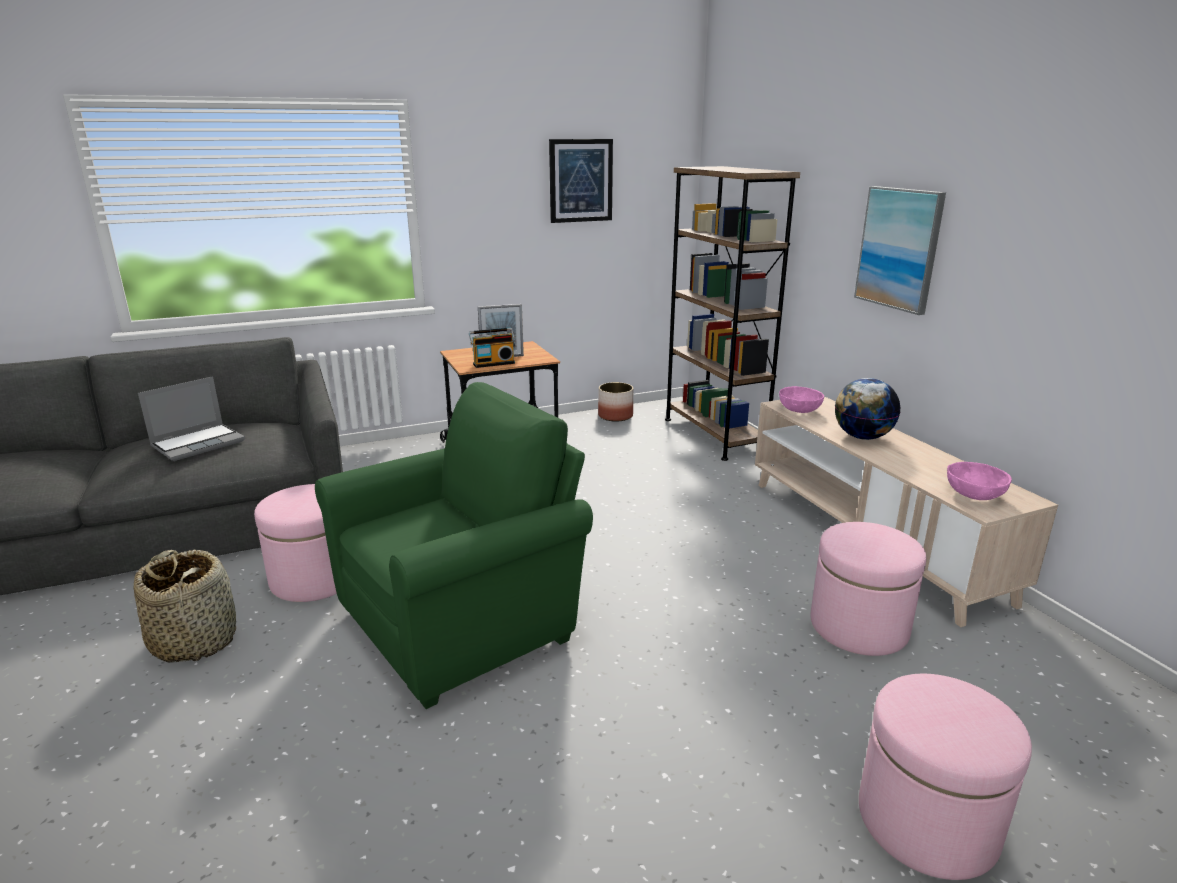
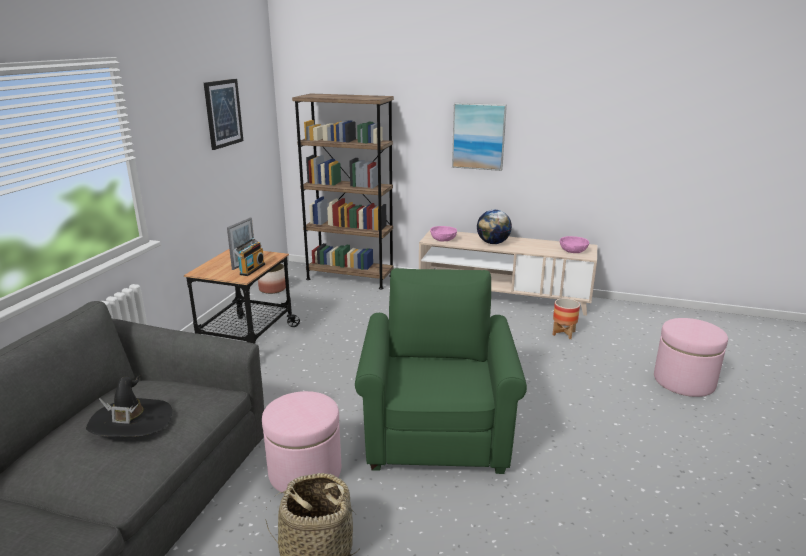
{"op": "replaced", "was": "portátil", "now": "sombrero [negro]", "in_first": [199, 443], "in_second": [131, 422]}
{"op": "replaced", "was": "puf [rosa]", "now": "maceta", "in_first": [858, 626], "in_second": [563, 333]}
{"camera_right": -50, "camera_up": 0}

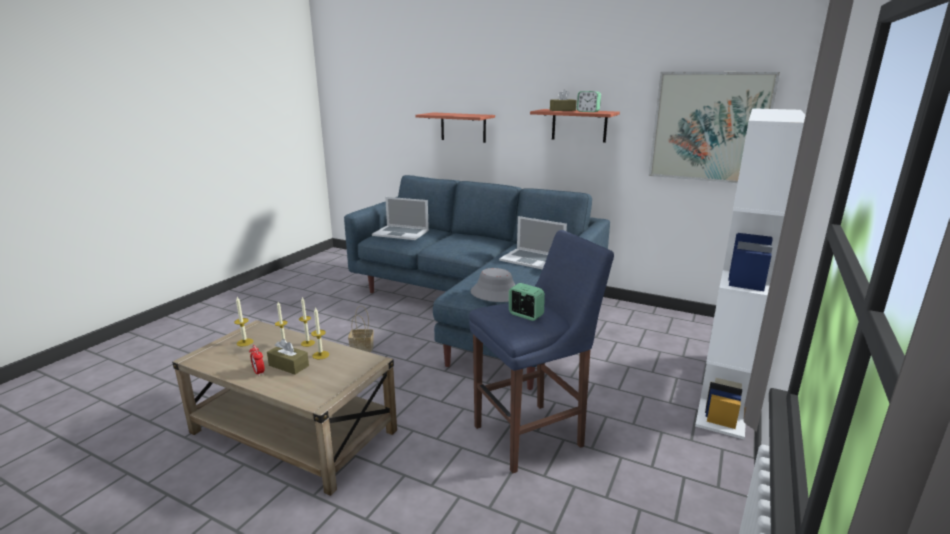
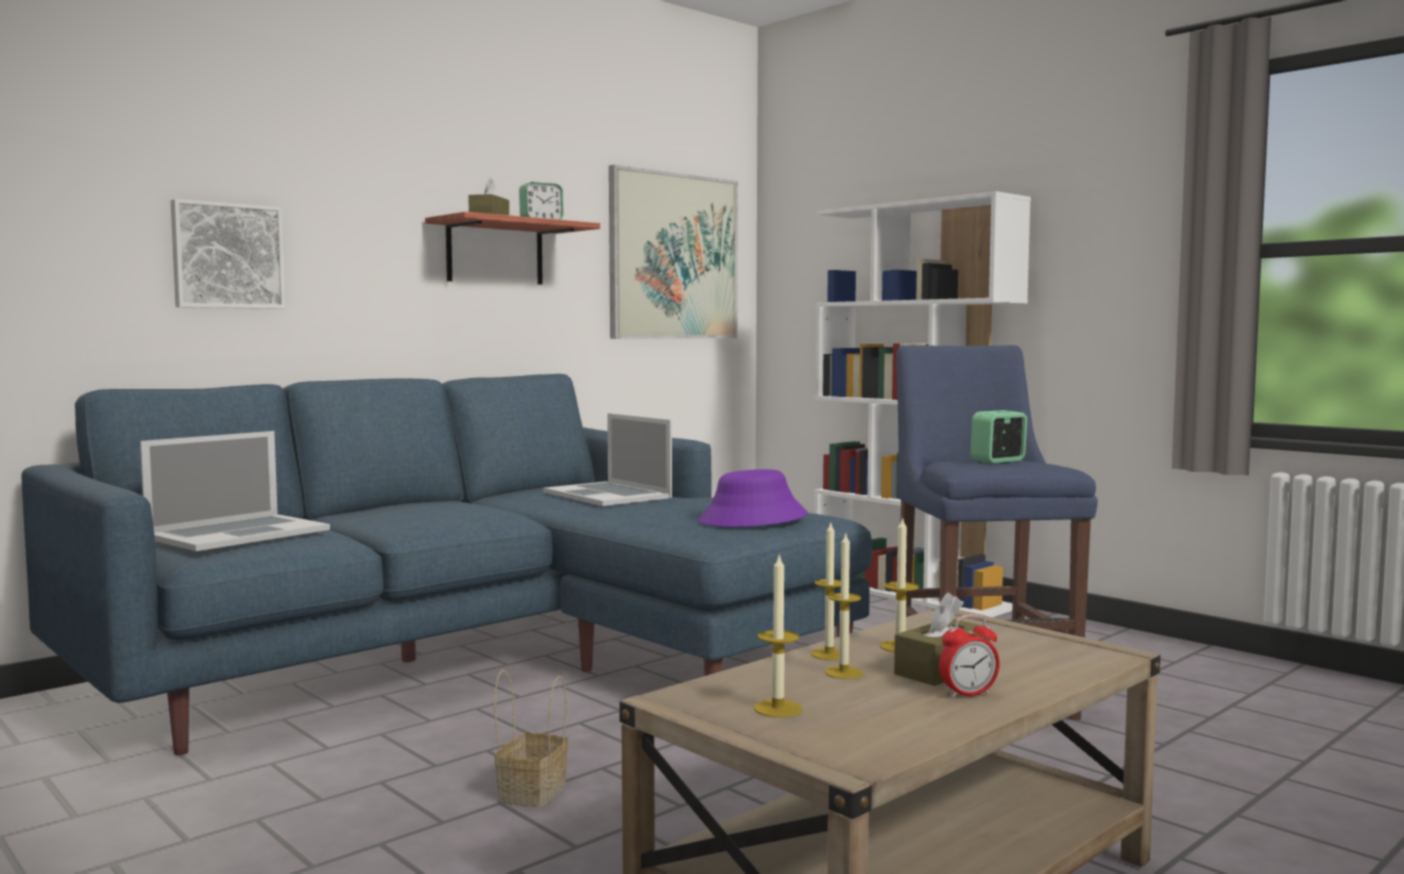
{"op": "replaced", "was": "estante", "now": "cuadro", "in_first": [463, 127], "in_second": [227, 256]}
{"op": "recoloured", "was": "sombrero [gris]", "now": "sombrero [morado]", "in_first": [496, 294], "in_second": [753, 519]}
{"op": "turned", "was": "portátil", "in_first": [532, 259], "in_second": [608, 495], "clockwise": 90}
{"camera_right": -70, "camera_up": -15}

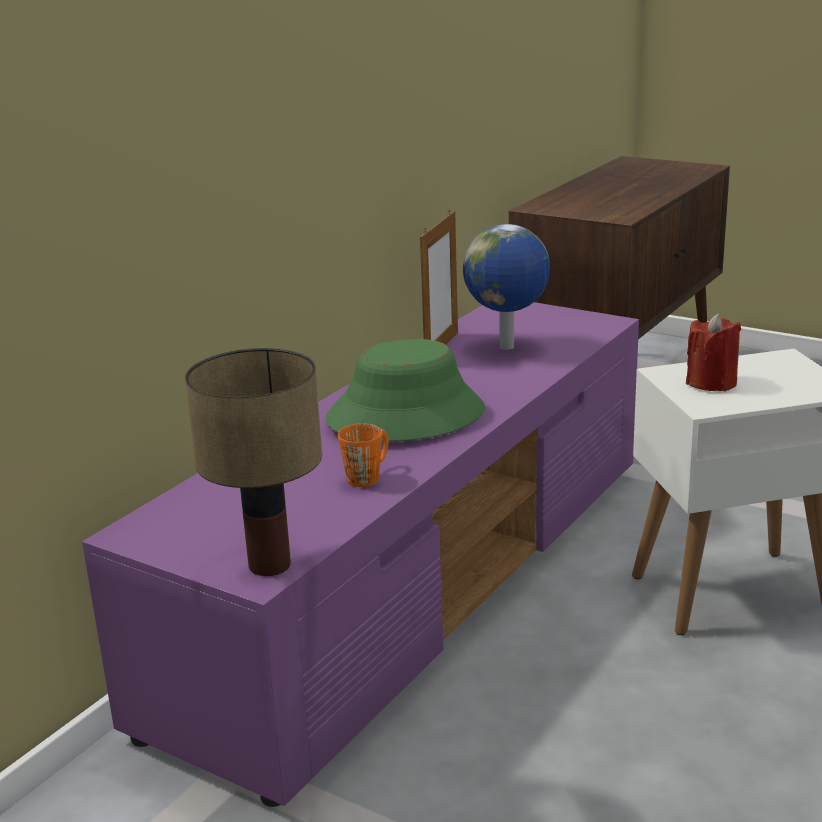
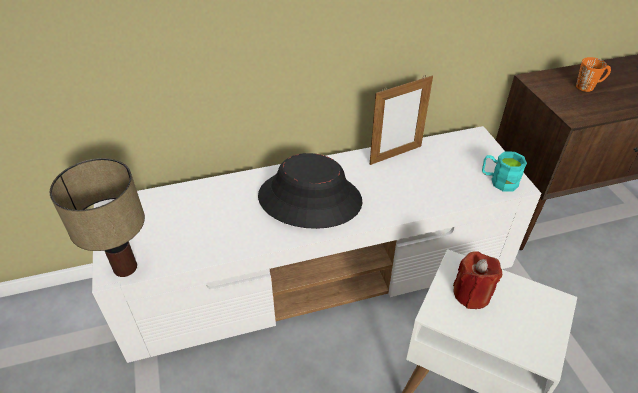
{"op": "recoloured", "was": "mueble de televisión [morado]", "now": "mueble de televisión [blanco]", "in_first": [418, 583], "in_second": [321, 272]}
{"op": "recoloured", "was": "sombrero [verde]", "now": "sombrero [negro]", "in_first": [405, 415], "in_second": [310, 199]}
{"op": "moved", "was": "taza grande [naranja]", "in_first": [369, 475], "in_second": [589, 86]}
{"op": "removed", "was": "globo terráqueo", "in_first": [508, 347]}
{"op": "added", "now": "taza grande [turquesa]", "in_second": [498, 181]}
{"camera_right": 40, "camera_up": 20}

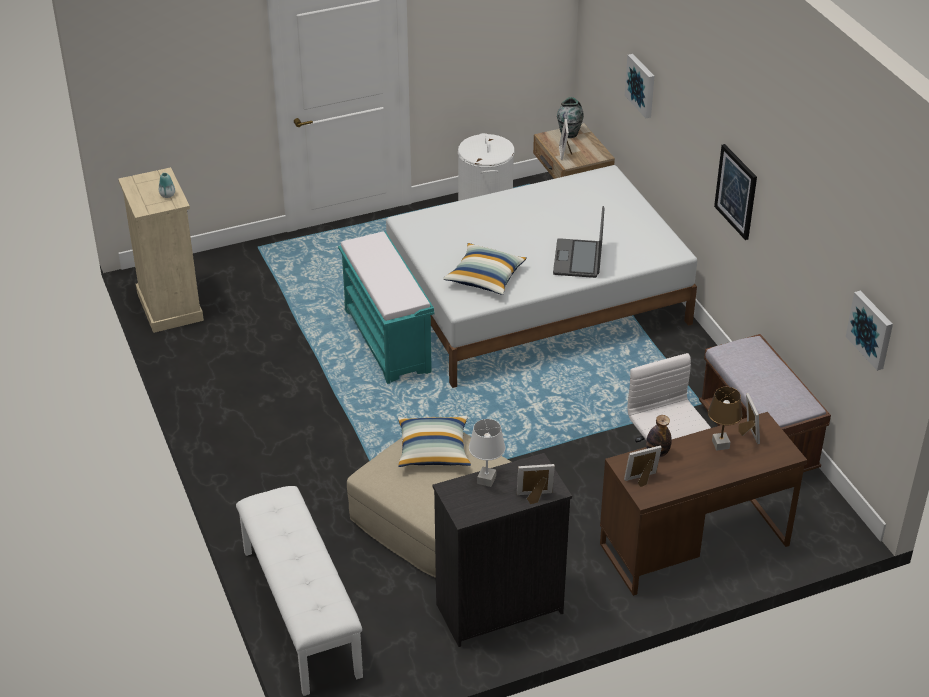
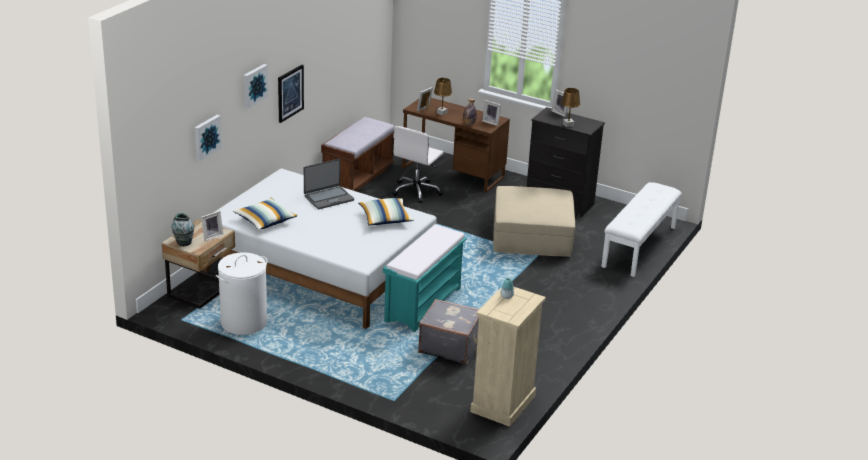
{"op": "moved", "was": "cojín", "in_first": [433, 451], "in_second": [265, 221]}
{"op": "recoloured", "was": "lámpara de mesa [blanco]", "now": "lámpara de mesa [marrón]", "in_first": [486, 480], "in_second": [568, 125]}
{"op": "moved", "was": "cuadro", "in_first": [871, 329], "in_second": [254, 85]}
{"op": "added", "now": "maleta [gris]", "in_second": [449, 346]}
{"camera_right": -130, "camera_up": -10}

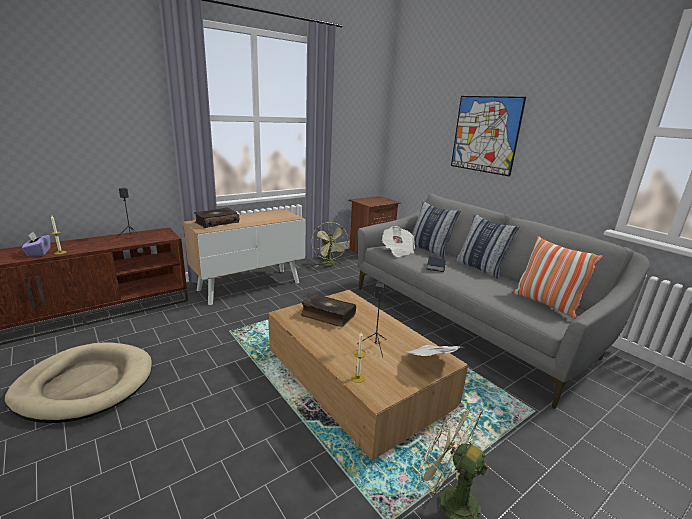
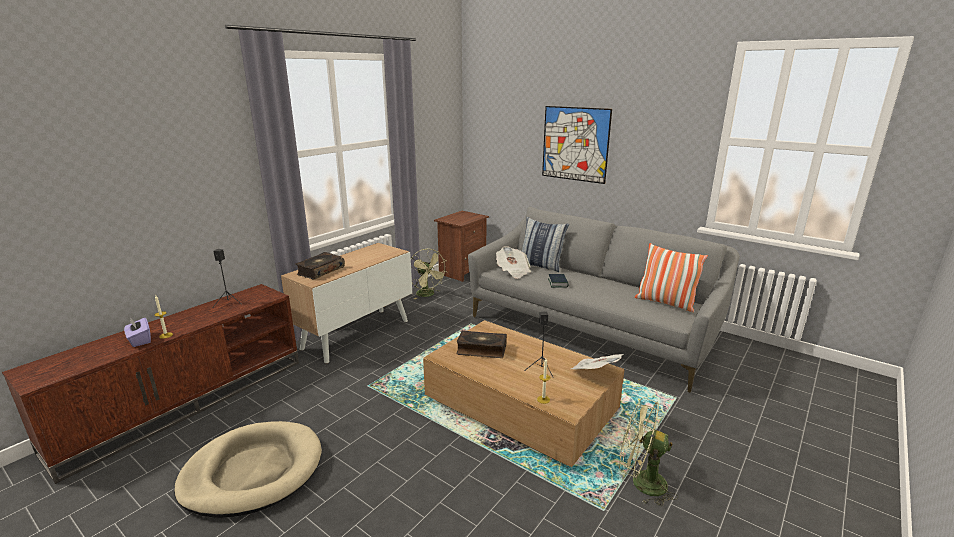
{"op": "removed", "was": "cojín", "in_first": [480, 268]}
{"camera_right": -15, "camera_up": 0}

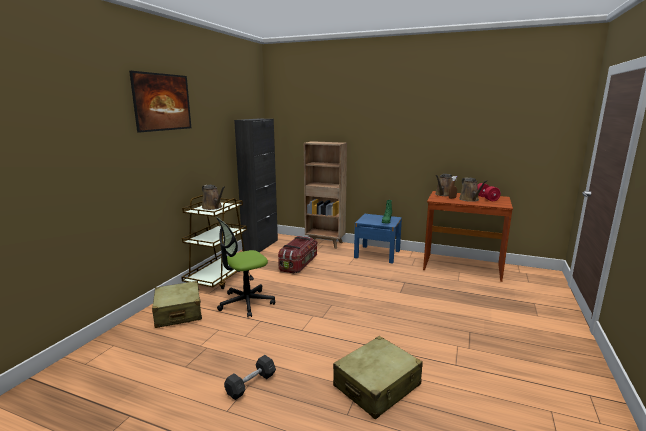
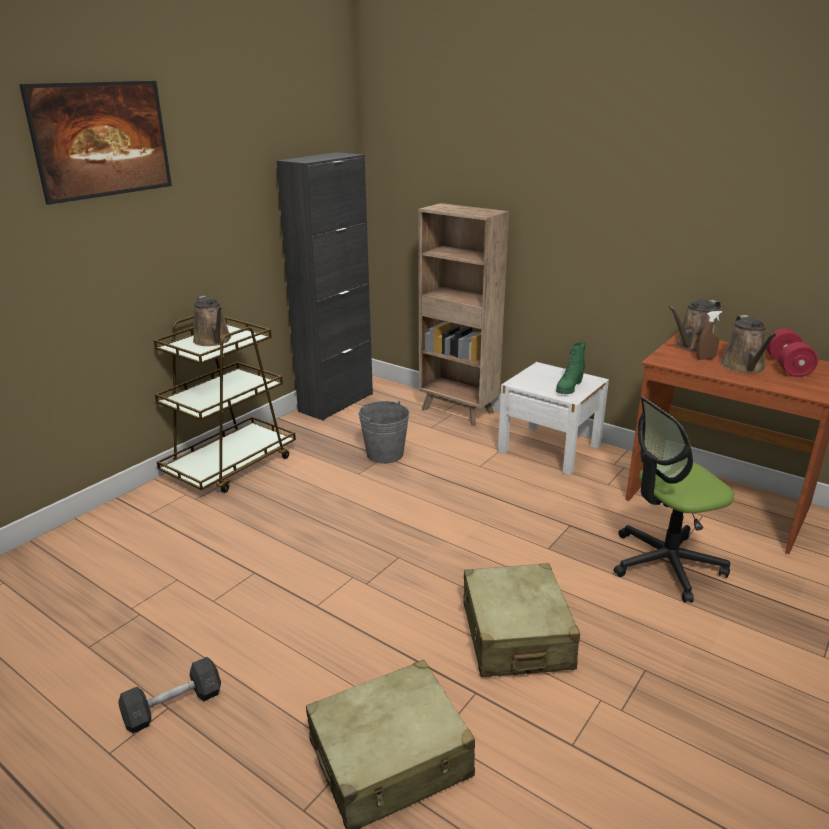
{"op": "moved", "was": "maleta [beis]", "in_first": [178, 313], "in_second": [516, 636]}
{"op": "moved", "was": "silla de oficina", "in_first": [246, 303], "in_second": [665, 564]}
{"op": "replaced", "was": "caja de almacenaje", "now": "cubo [gris]", "in_first": [299, 264], "in_second": [385, 454]}
{"op": "recoloured", "was": "mesita de noche [azul]", "now": "mesita de noche [blanco]", "in_first": [377, 254], "in_second": [549, 449]}
{"camera_right": 15, "camera_up": 10}

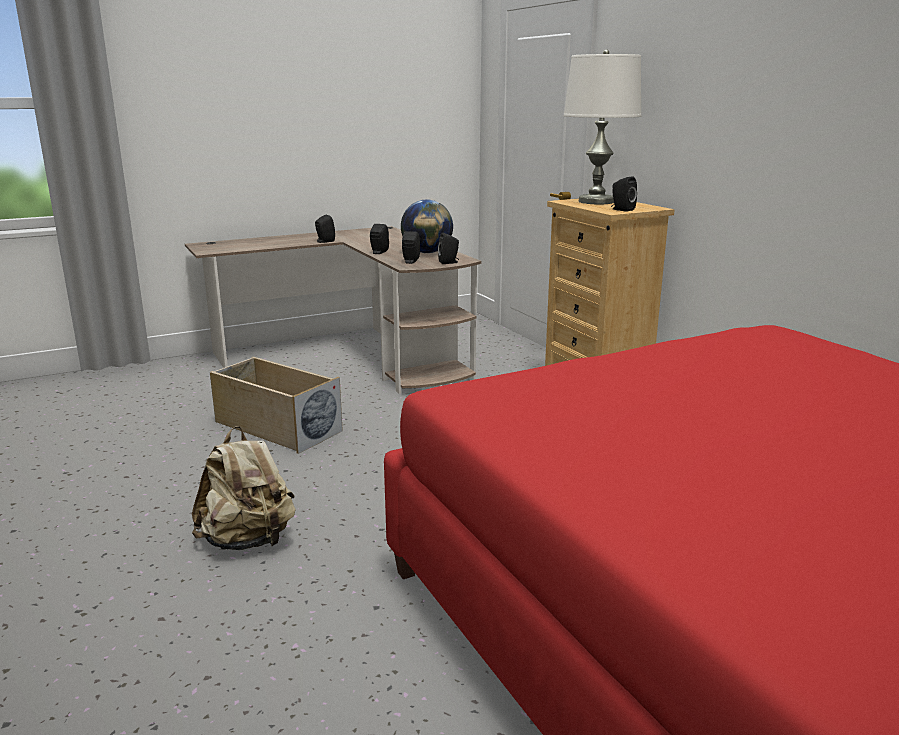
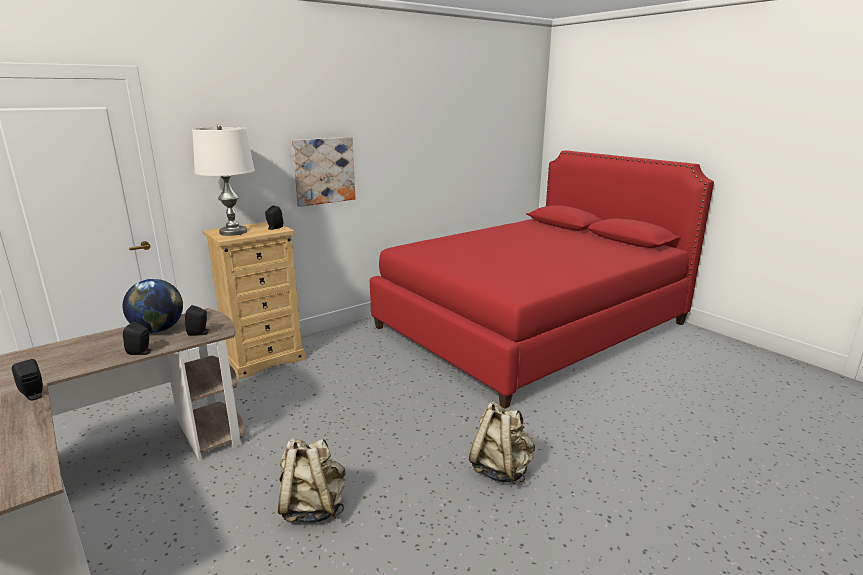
{"op": "replaced", "was": "caja de almacenaje [beis]", "now": "mochila [beis]", "in_first": [276, 427], "in_second": [313, 507]}
{"op": "removed", "was": "altavoz [negro]", "in_first": [449, 262]}
{"op": "added", "now": "cuadro", "in_second": [324, 171]}
{"camera_right": -100, "camera_up": 0}

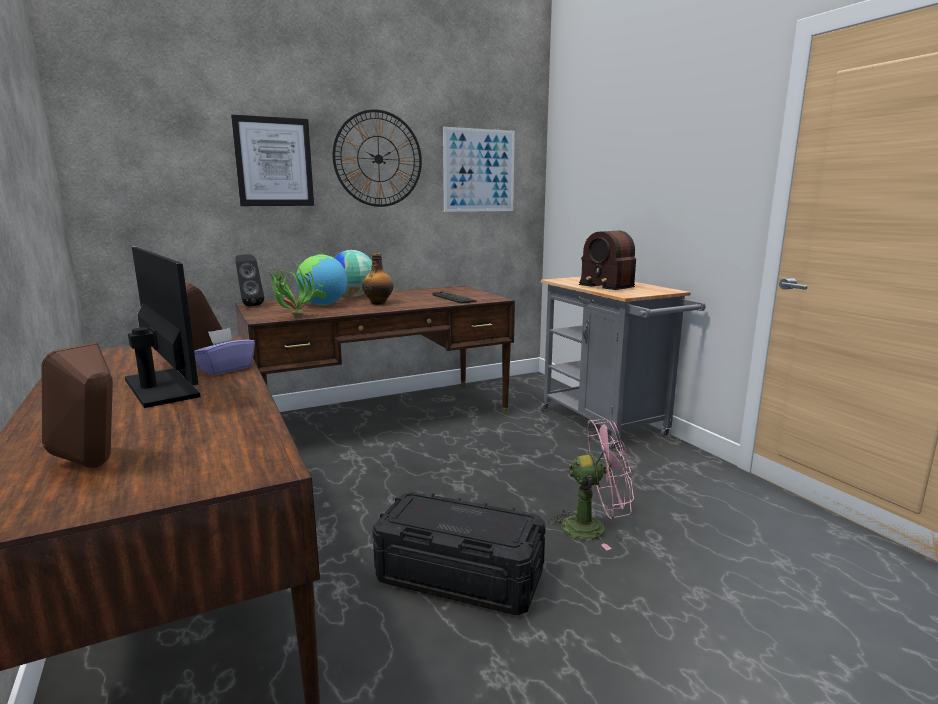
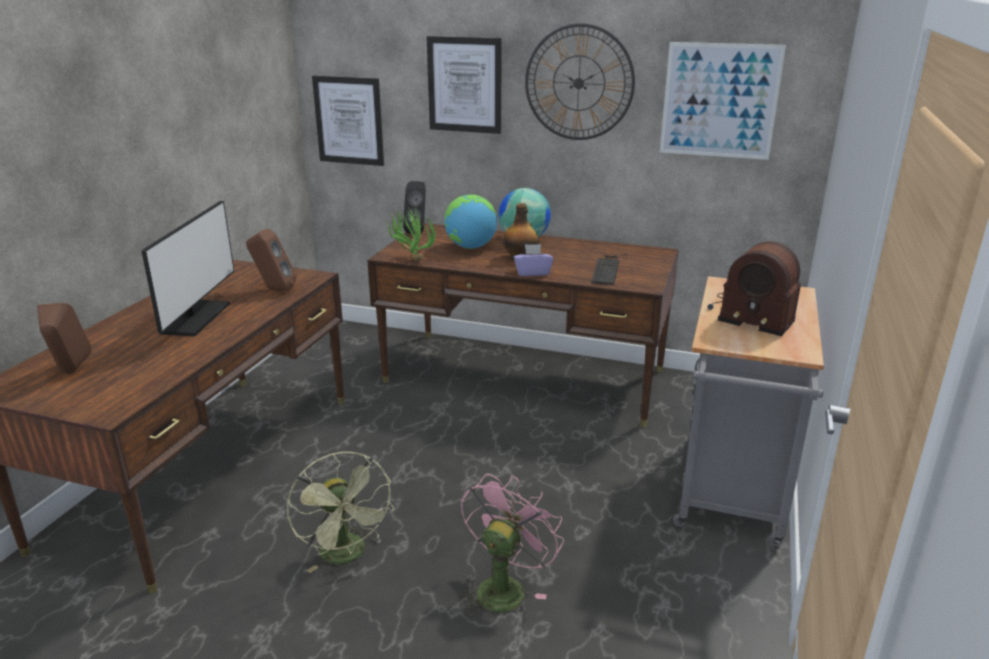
{"op": "moved", "was": "caja de pañuelos [morado]", "in_first": [226, 369], "in_second": [532, 272]}
{"op": "replaced", "was": "caja de almacenaje [negro]", "now": "ventilador [verde]", "in_first": [459, 576], "in_second": [347, 556]}
{"op": "turned", "was": "ventilador [rosa]", "in_first": [593, 527], "in_second": [504, 586], "clockwise": -105}
{"op": "turned", "was": "radio", "in_first": [607, 285], "in_second": [750, 314], "clockwise": -60}
{"op": "added", "now": "cuadro", "in_second": [349, 120]}
{"camera_right": 45, "camera_up": 10}

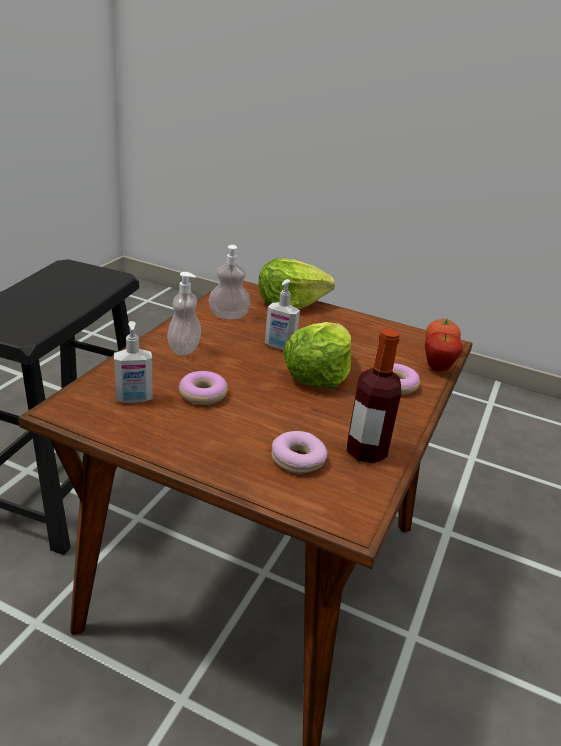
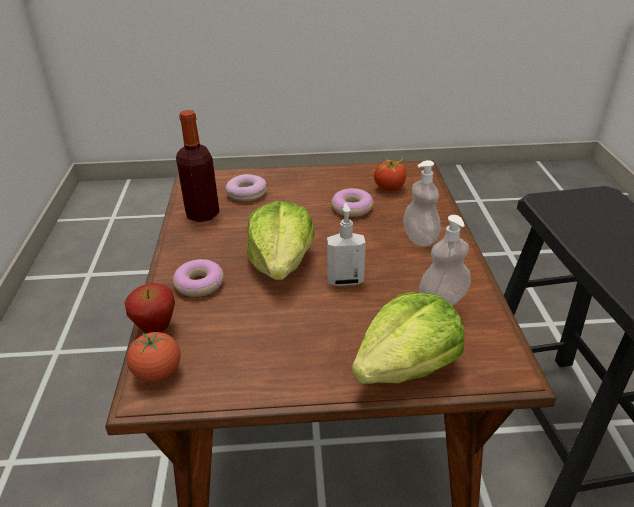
{"op": "replaced", "was": "dispensador de jabón", "now": "tomate", "in_first": [134, 399], "in_second": [389, 188]}
{"camera_right": 155, "camera_up": 5}

